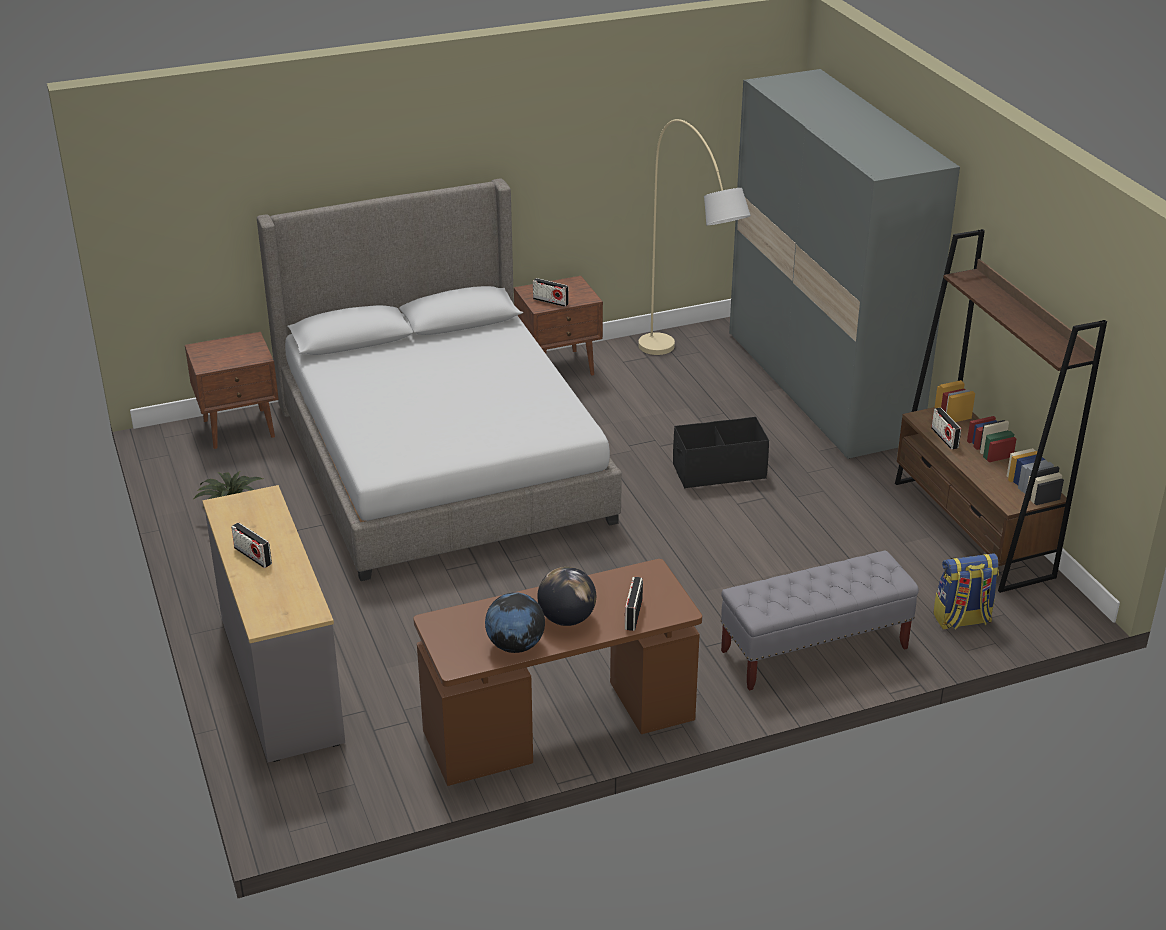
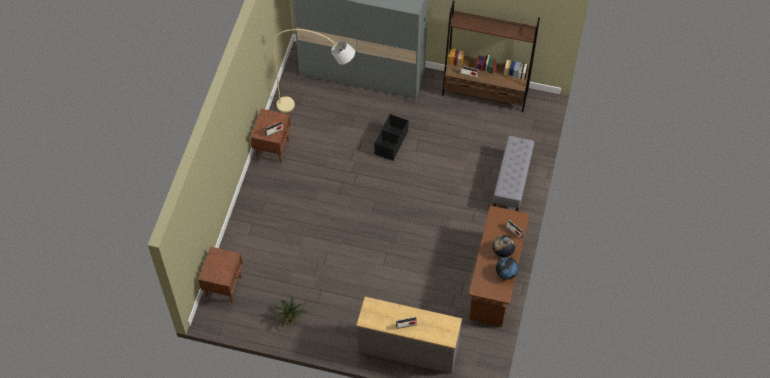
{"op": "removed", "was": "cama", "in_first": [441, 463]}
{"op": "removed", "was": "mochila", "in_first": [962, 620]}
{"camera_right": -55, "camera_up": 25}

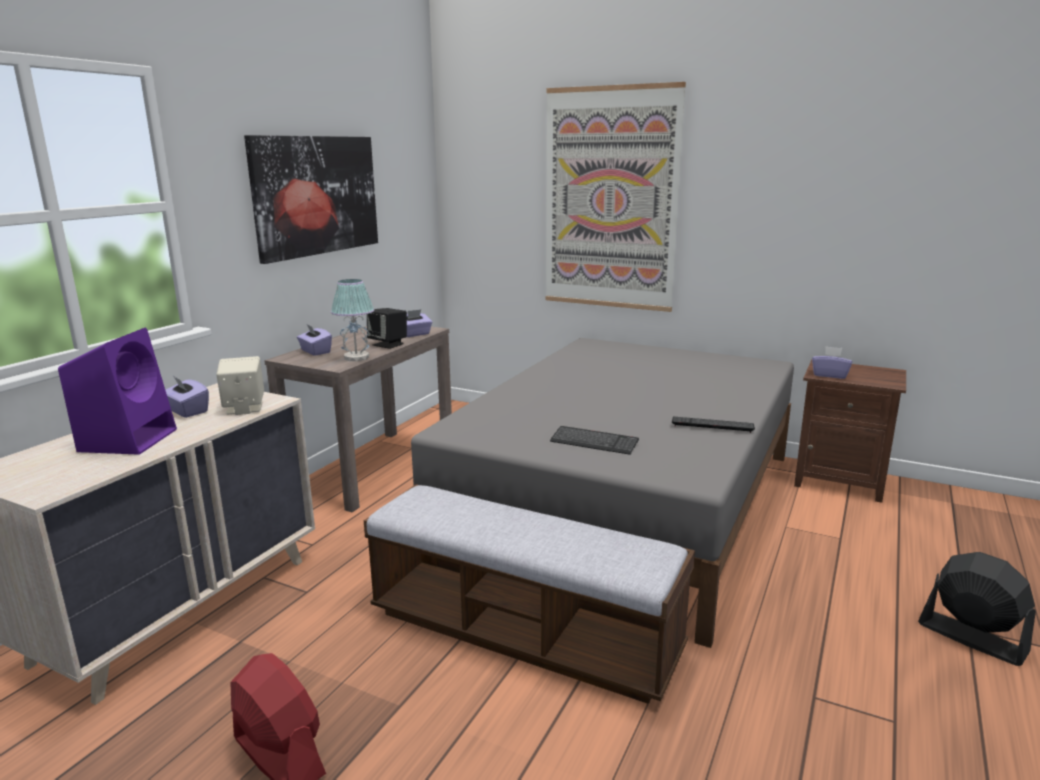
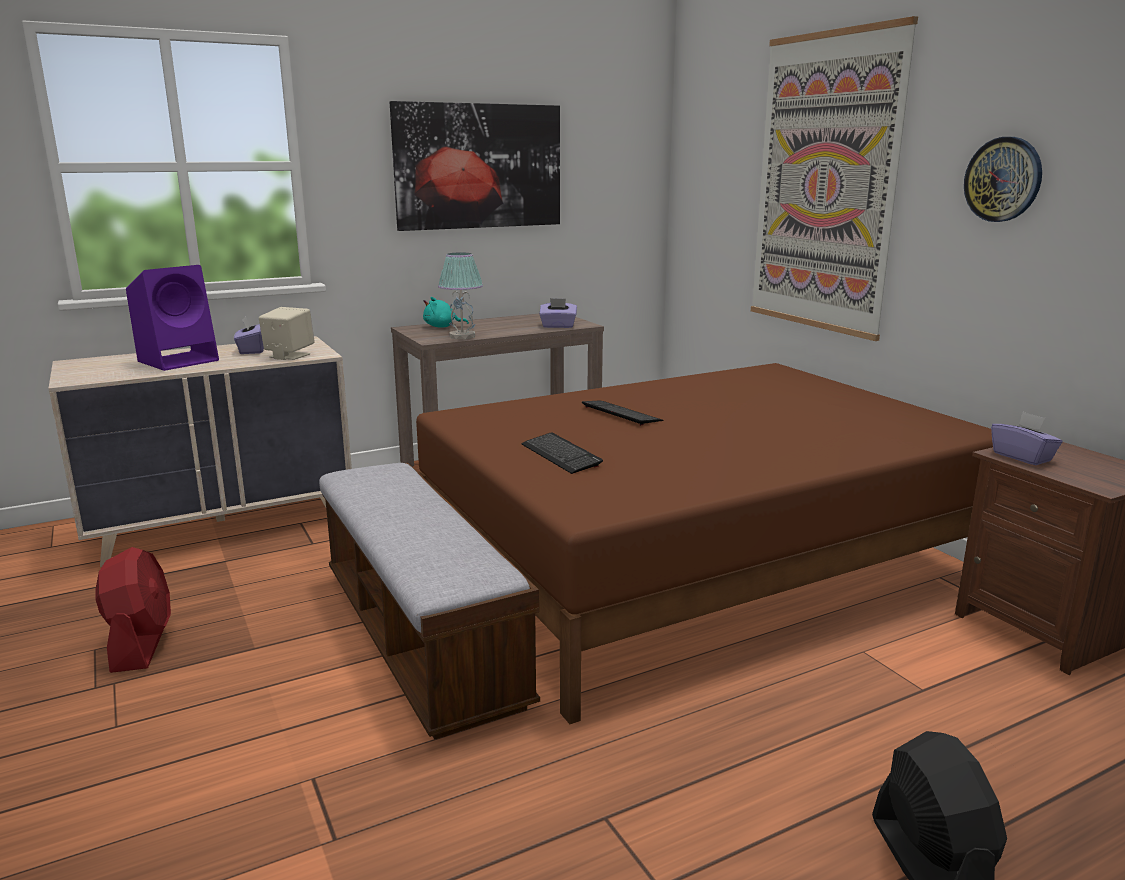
{"op": "replaced", "was": "caja de pañuelos [morado]", "now": "peluche [turquesa]", "in_first": [315, 351], "in_second": [442, 327]}
{"op": "removed", "was": "altavoz [negro]", "in_first": [388, 344]}
{"op": "recoloured", "was": "cama [gris]", "now": "cama [marrón]", "in_first": [625, 503], "in_second": [697, 565]}
{"op": "moved", "was": "teclado", "in_first": [712, 425], "in_second": [621, 414]}
{"op": "added", "now": "reloj de pared", "in_second": [1003, 179]}
{"camera_right": 35, "camera_up": 0}

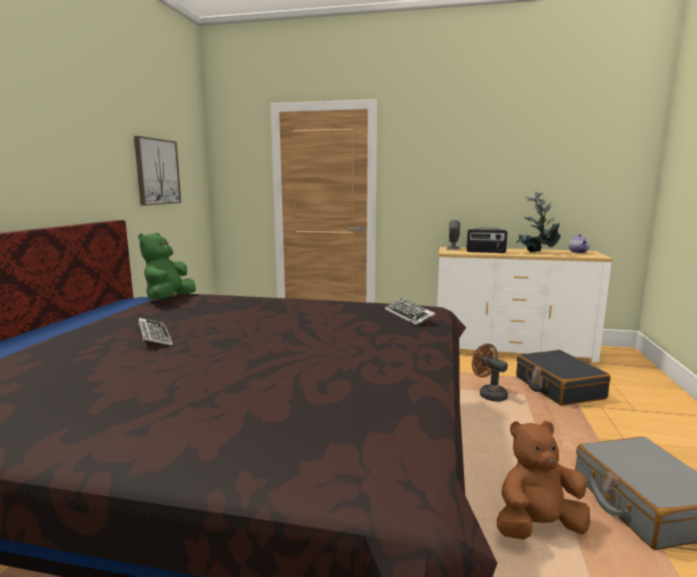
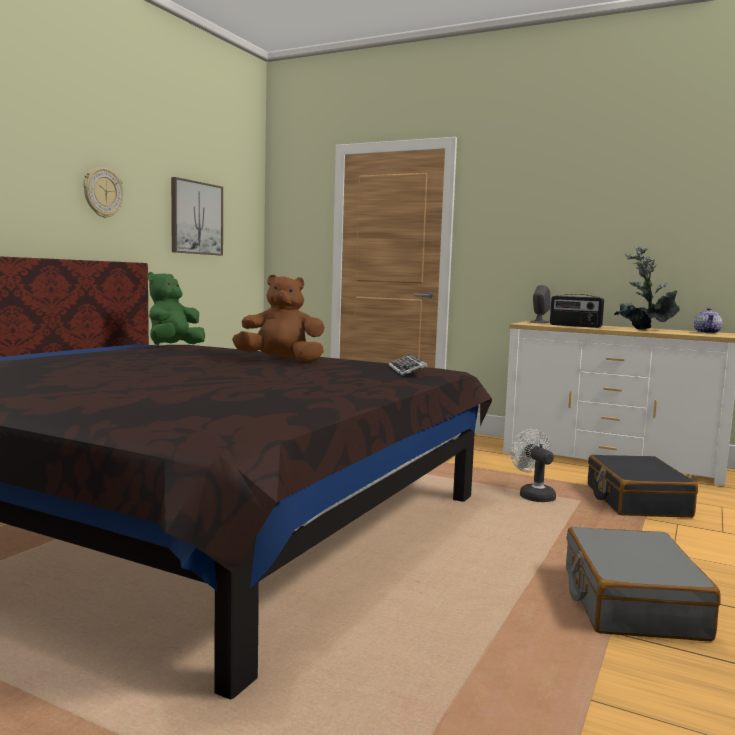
{"op": "removed", "was": "teclado", "in_first": [154, 336]}
{"op": "recoloured", "was": "ventilador [marrón]", "now": "ventilador [blanco]", "in_first": [489, 394], "in_second": [533, 495]}
{"op": "moved", "was": "peluche [marrón]", "in_first": [537, 526], "in_second": [281, 361]}
{"op": "added", "now": "reloj de pared", "in_second": [102, 192]}
{"camera_right": 15, "camera_up": -5}

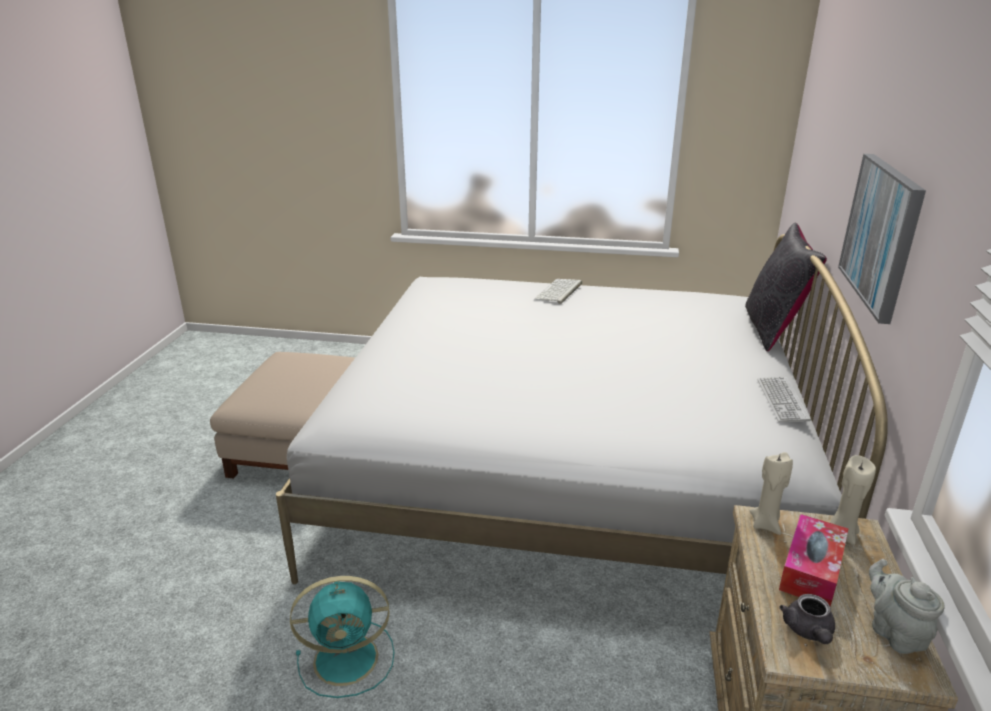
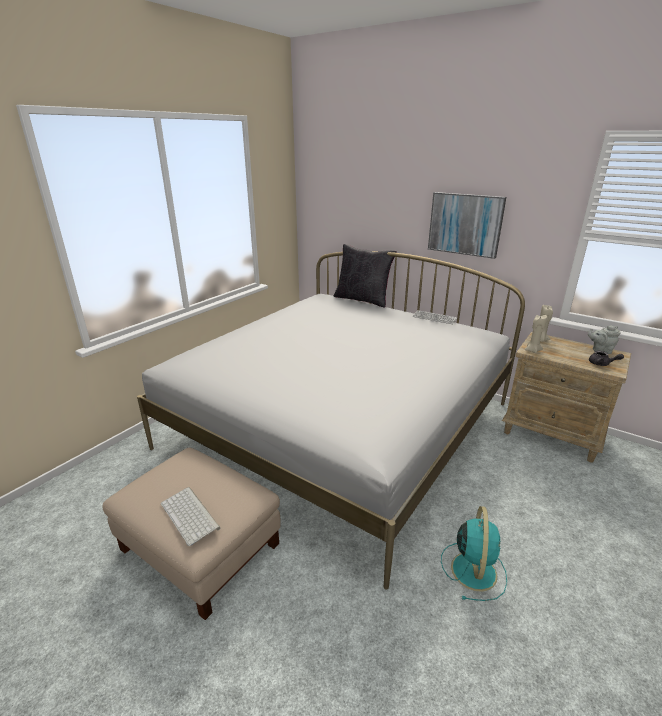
{"op": "moved", "was": "teclado", "in_first": [559, 292], "in_second": [191, 515]}
{"op": "removed", "was": "caja de pañuelos", "in_first": [811, 570]}
{"camera_right": -65, "camera_up": 0}

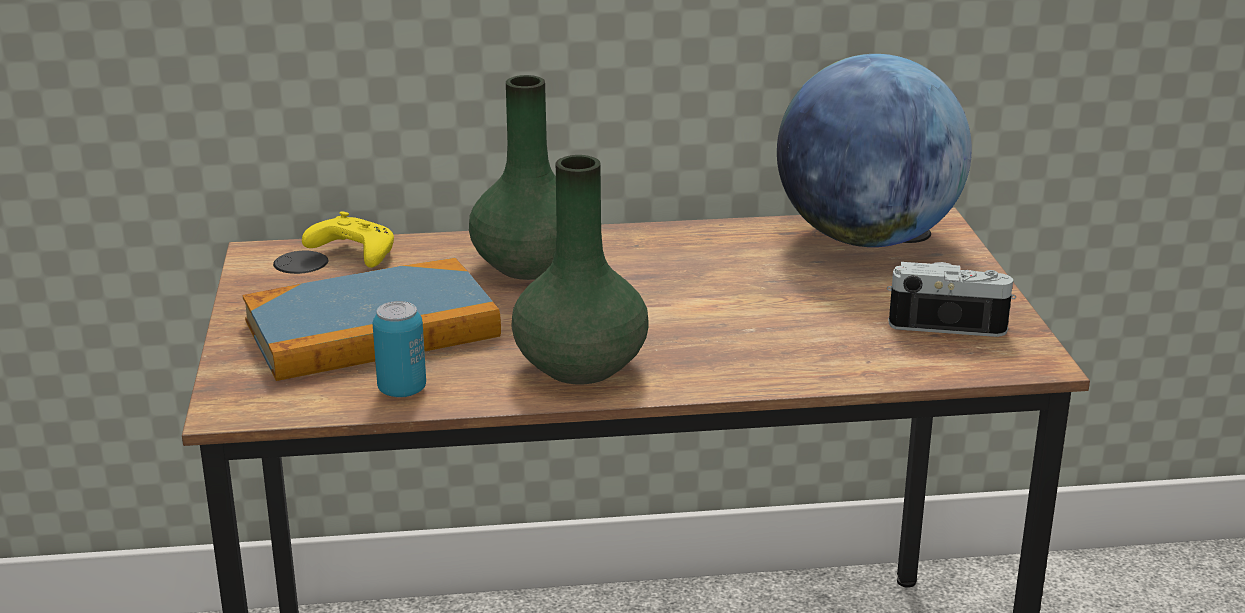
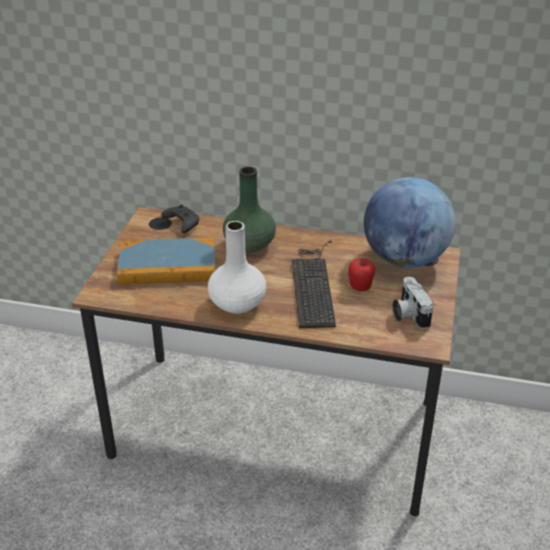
{"op": "recoloured", "was": "mando de consola [amarillo]", "now": "mando de consola [negro]", "in_first": [352, 254], "in_second": [181, 224]}
{"op": "removed", "was": "lata", "in_first": [402, 390]}
{"op": "recoloured", "was": "florero [verde]", "now": "florero [blanco]", "in_first": [581, 367], "in_second": [237, 304]}
{"op": "turned", "was": "cámara", "in_first": [947, 321], "in_second": [408, 314], "clockwise": -135}
{"op": "added", "now": "teclado", "in_second": [313, 284]}
{"op": "added", "now": "manzana", "in_second": [360, 288]}
{"camera_right": 20, "camera_up": 10}

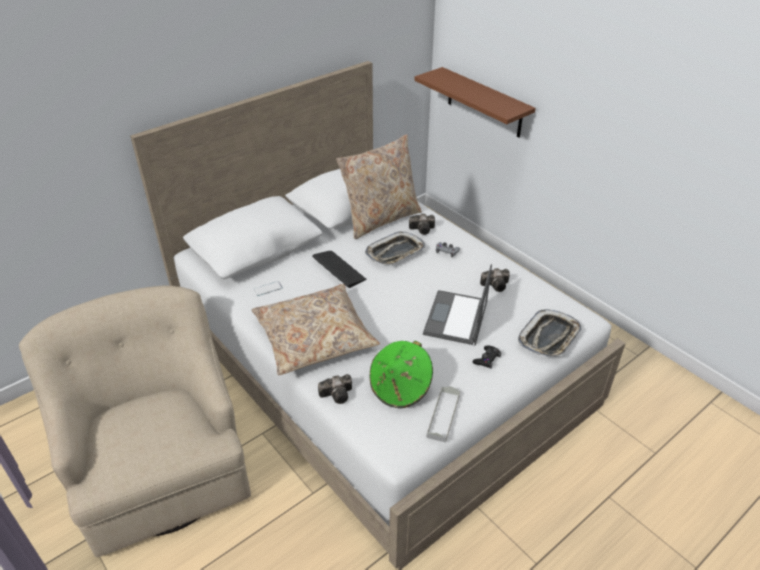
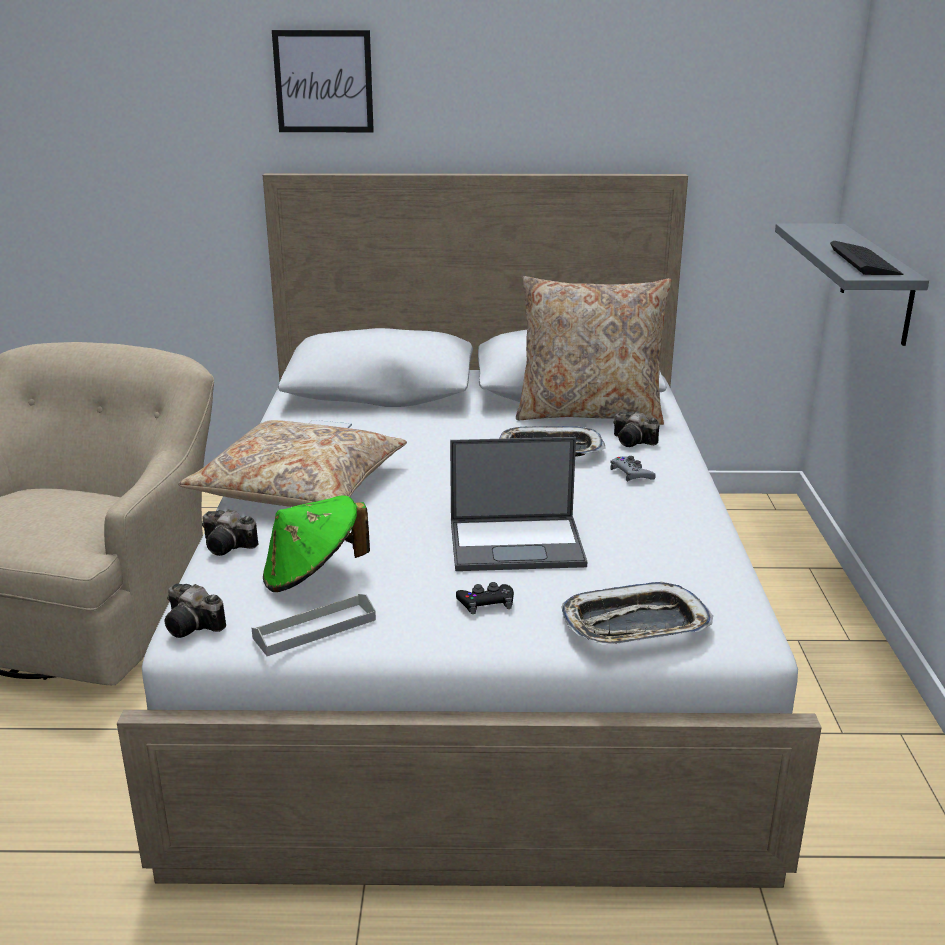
{"op": "moved", "was": "teclado", "in_first": [339, 269], "in_second": [864, 261]}
{"op": "recoloured", "was": "estante [marrón]", "now": "estante [gris]", "in_first": [484, 103], "in_second": [876, 283]}
{"op": "turned", "was": "portátil", "in_first": [456, 318], "in_second": [518, 543], "clockwise": -150}
{"op": "moved", "was": "cámara", "in_first": [496, 285], "in_second": [194, 626]}
{"op": "added", "now": "cuadro", "in_second": [323, 81]}
{"camera_right": 40, "camera_up": -15}

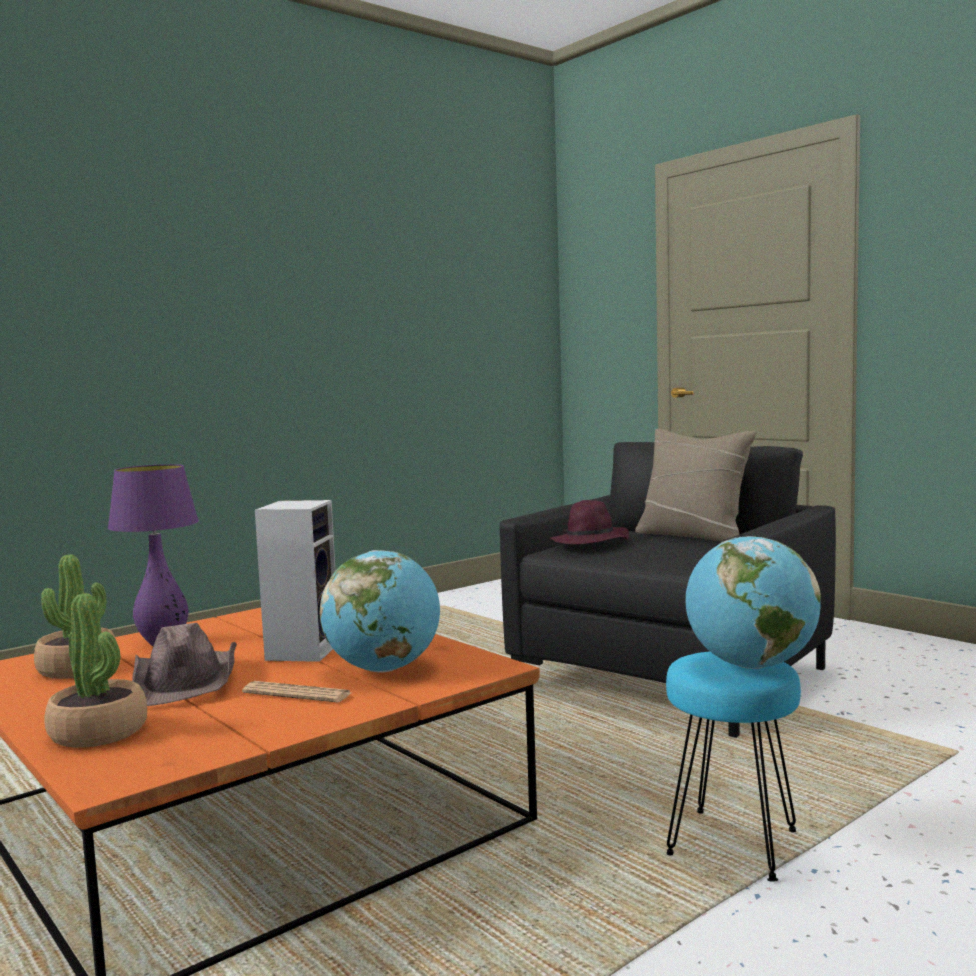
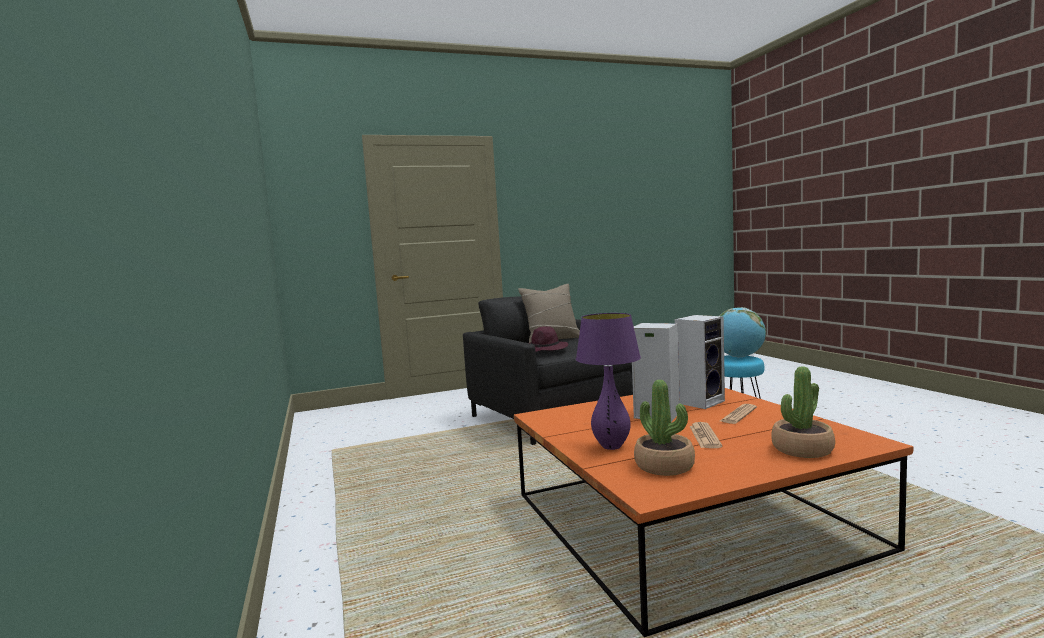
{"op": "replaced", "was": "sombrero [marrón]", "now": "periódico", "in_first": [186, 680], "in_second": [704, 436]}
{"op": "replaced", "was": "globo terráqueo", "now": "altavoz", "in_first": [384, 669], "in_second": [701, 401]}
{"camera_right": -70, "camera_up": 0}

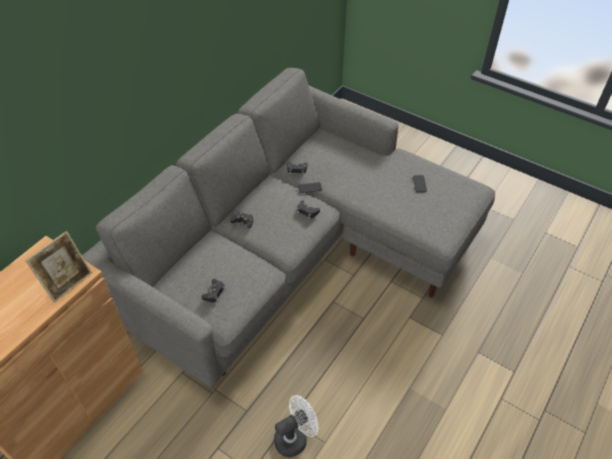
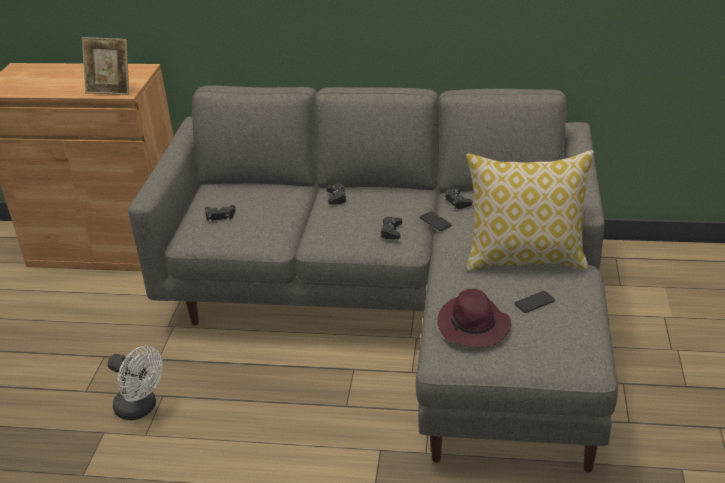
{"op": "added", "now": "sombrero [morado]", "in_second": [474, 326]}
{"op": "added", "now": "cojín", "in_second": [526, 259]}
{"camera_right": 65, "camera_up": -15}

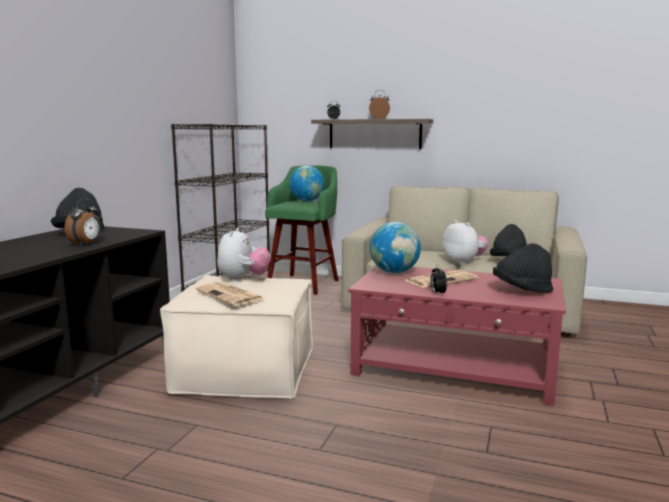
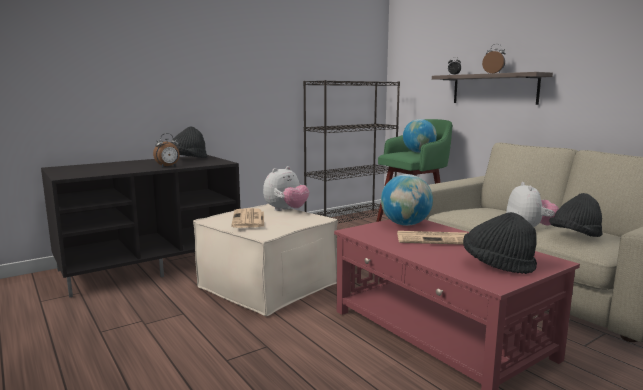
{"op": "removed", "was": "despertador", "in_first": [437, 293]}
{"camera_right": 35, "camera_up": 0}

